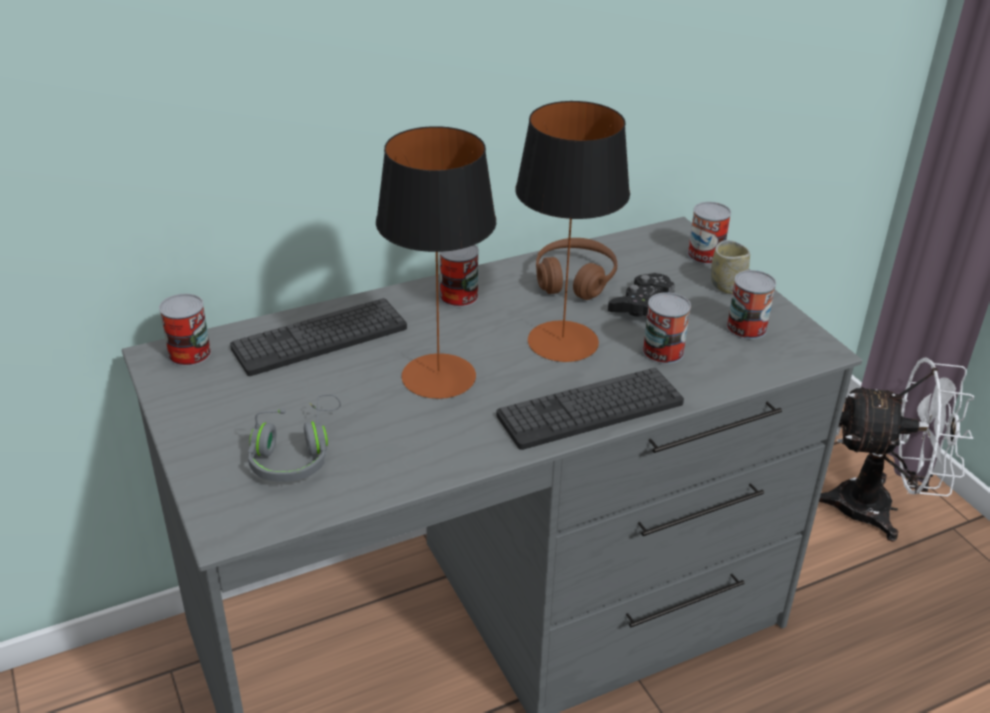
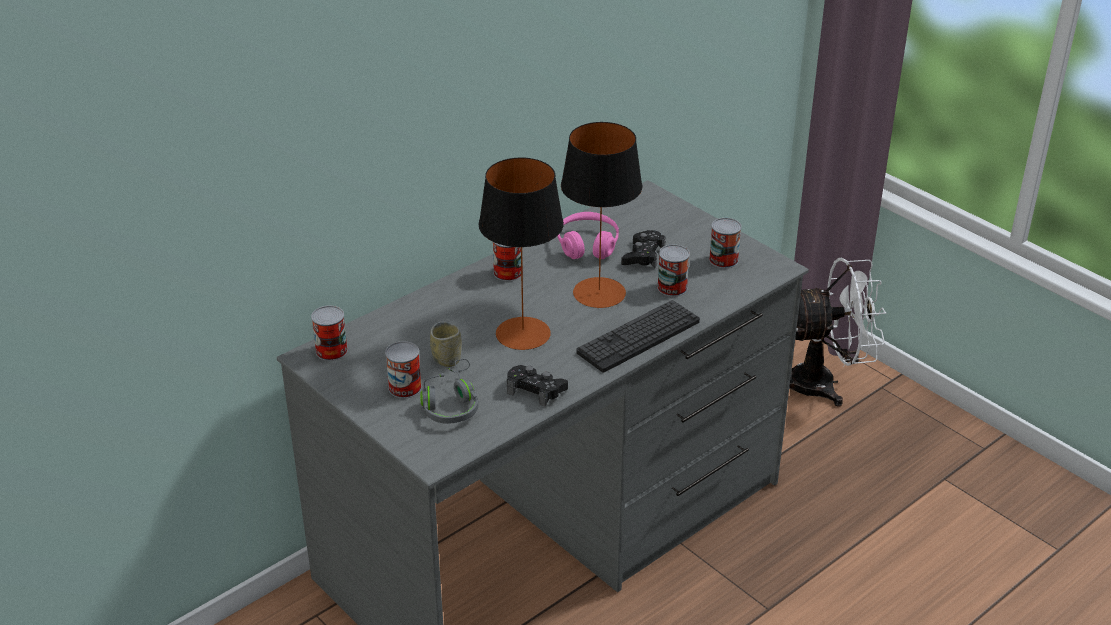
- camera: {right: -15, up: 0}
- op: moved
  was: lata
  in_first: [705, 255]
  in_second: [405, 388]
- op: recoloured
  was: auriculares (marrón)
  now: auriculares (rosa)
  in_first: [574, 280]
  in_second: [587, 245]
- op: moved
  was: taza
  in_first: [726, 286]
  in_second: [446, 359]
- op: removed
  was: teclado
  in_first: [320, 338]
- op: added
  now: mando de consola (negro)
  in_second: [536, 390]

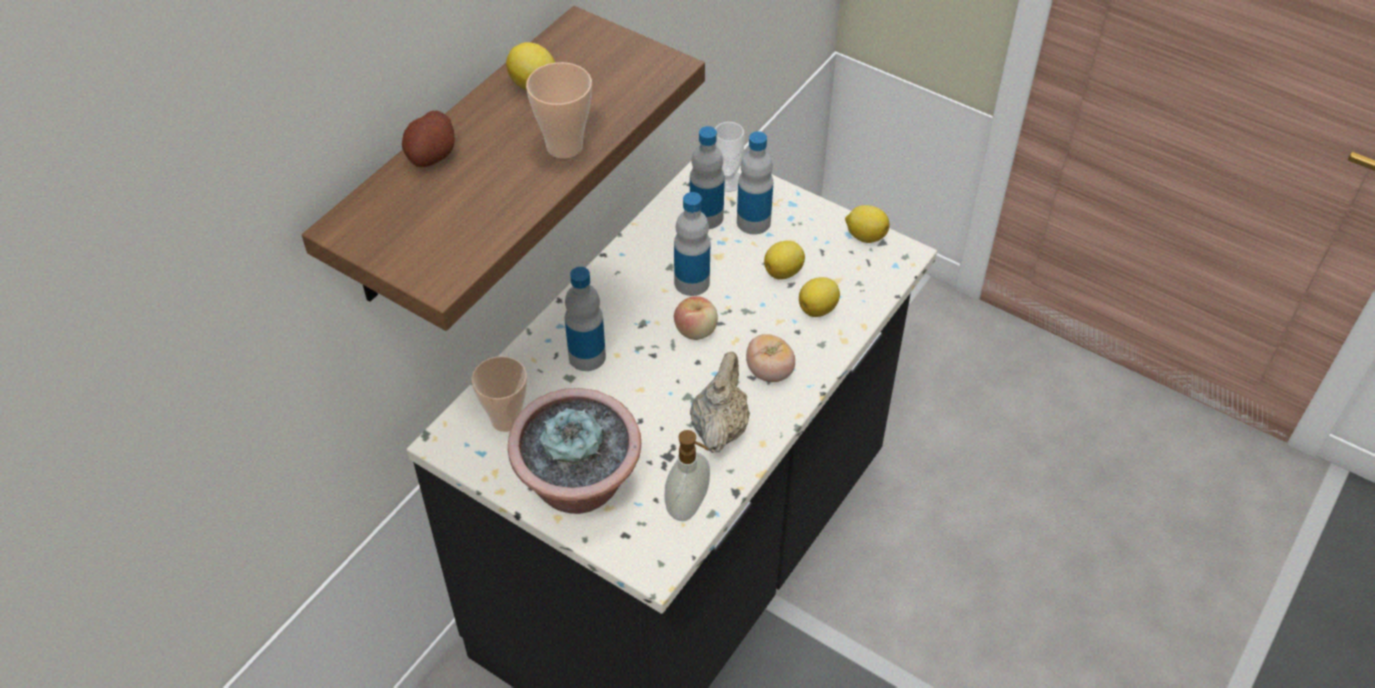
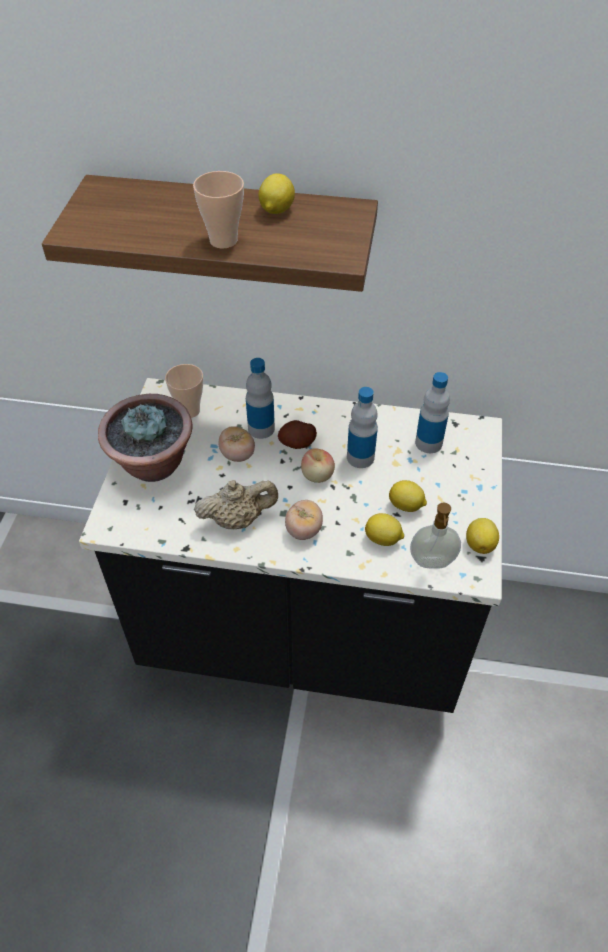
- camera: {right: 65, up: 0}
- op: moved
  was: patata
  in_first: [432, 155]
  in_second: [297, 443]
- op: removed
  was: taza
  in_first: [727, 181]
- op: removed
  was: botella
  in_first: [753, 222]
- op: moved
  was: dispensador de jabón
  in_first: [689, 506]
  in_second: [432, 563]
- op: added
  now: tomate
  in_second: [237, 455]

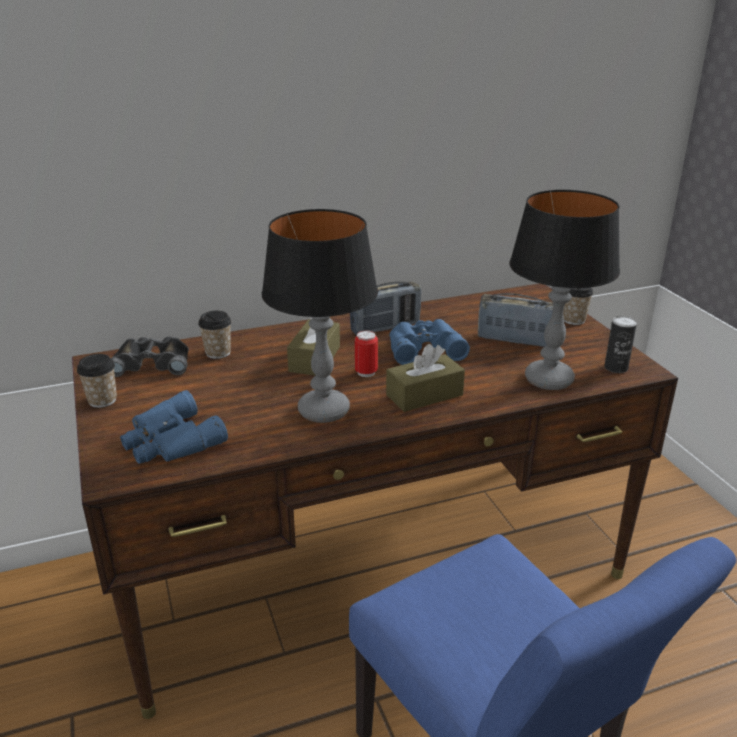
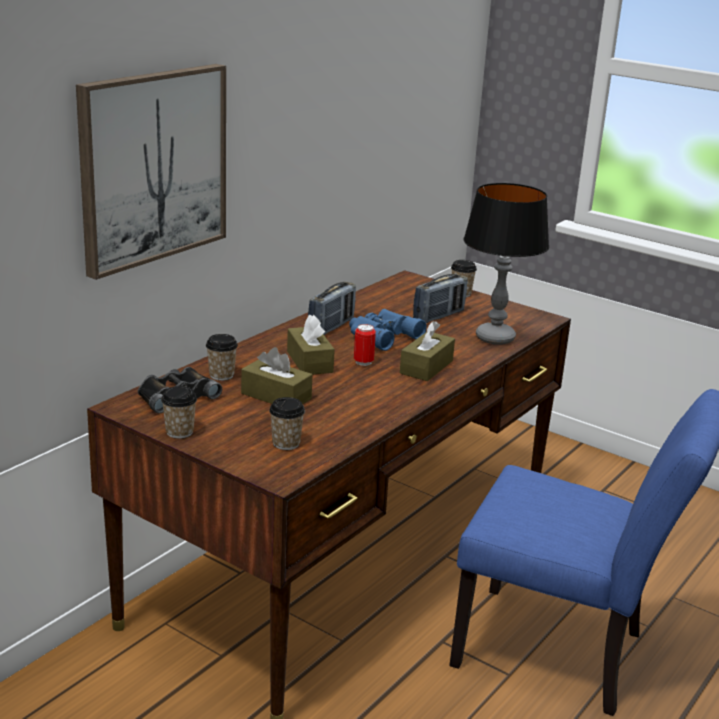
- camera: {right: -35, up: -5}
- op: removed
  was: lámpara de mesa
  in_first: [323, 411]
- op: turned
  was: radio
  in_first: [514, 340]
  in_second: [438, 316]
  clockwise: 150
- op: removed
  was: lata
  in_first: [616, 368]
- op: replaced
  was: prismáticos (azul)
  now: taza
  in_first: [170, 442]
  in_second: [286, 443]
- op: added
  now: cuadro
  in_second: [153, 167]
- op: added
  now: caja de pañuelos (marrón)
  in_second: [276, 396]

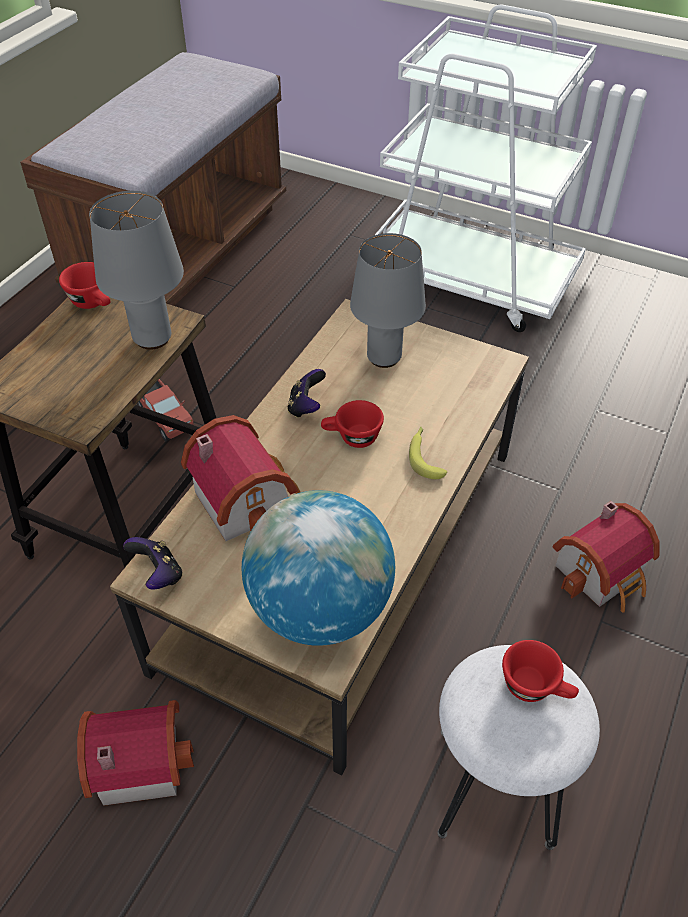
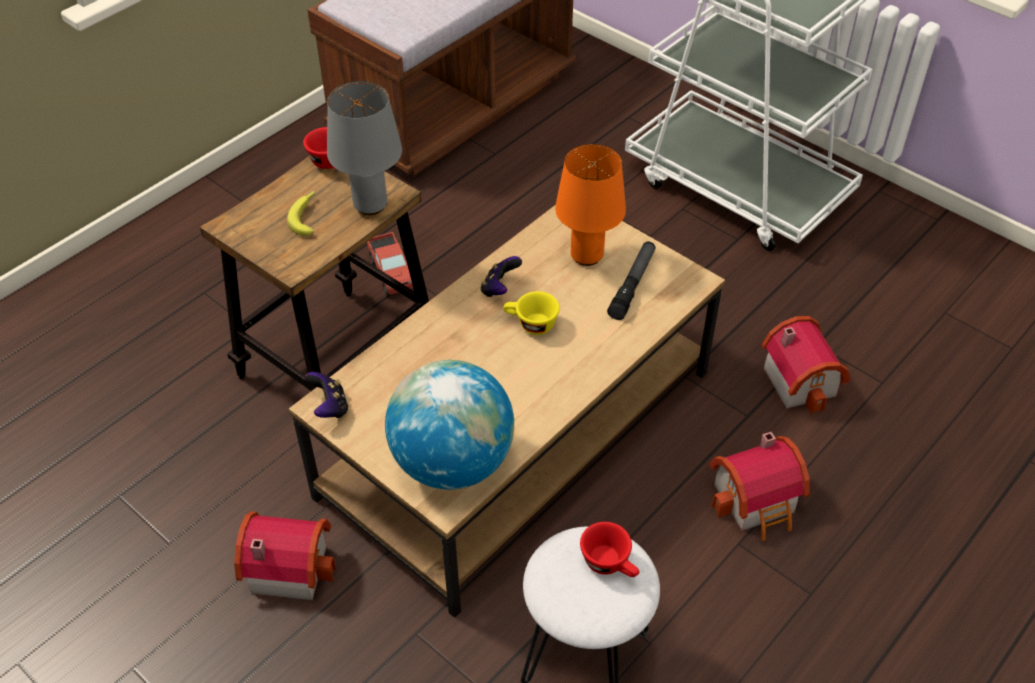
- camera: {right: 15, up: 0}
- op: recoloured
  was: lámpara de mesa (gris)
  now: lámpara de mesa (naranja)
  in_first: [385, 357]
  in_second: [587, 256]
- op: recoloured
  was: taza (rojo)
  now: taza (amarillo)
  in_first: [352, 438]
  in_second: [530, 324]
- op: moved
  was: casita
  in_first: [246, 498]
  in_second: [803, 379]
- op: moved
  was: plátano
  in_first: [425, 456]
  in_second: [306, 216]
- op: added
  now: linterna
  in_second: [632, 285]

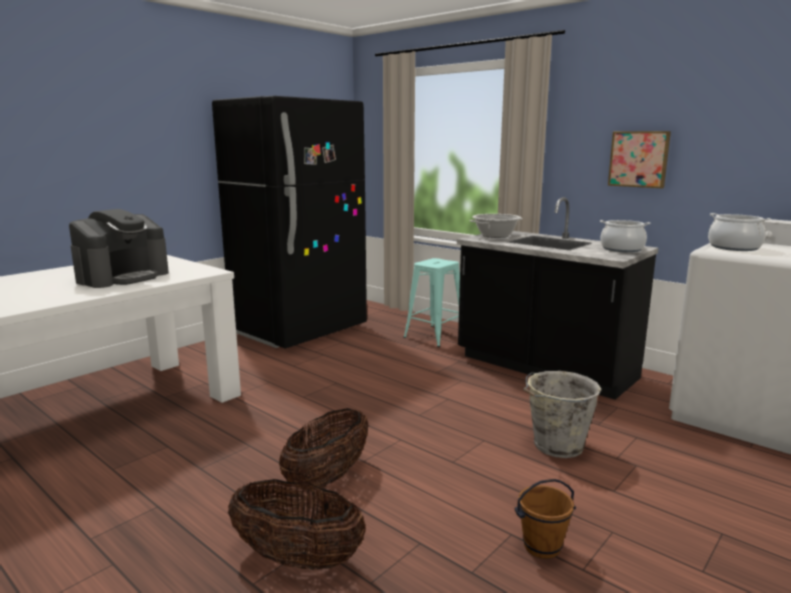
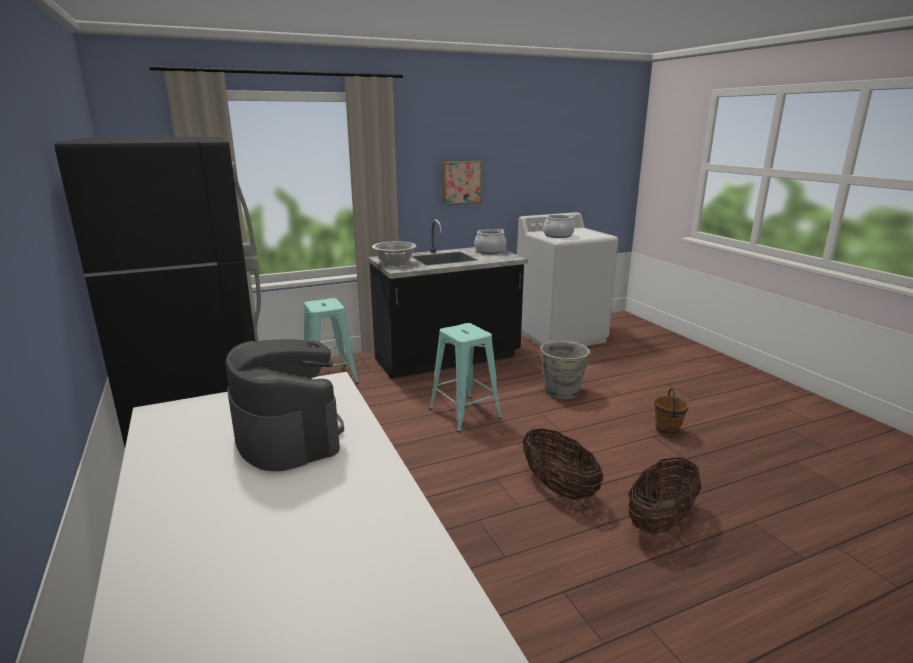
- camera: {right: -65, up: 5}
- op: added
  now: taburete (turquesa)
  in_second: [464, 413]

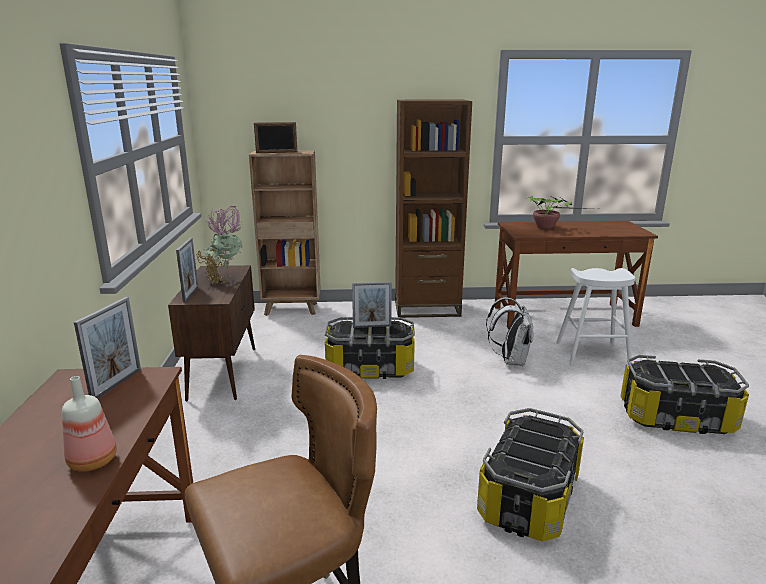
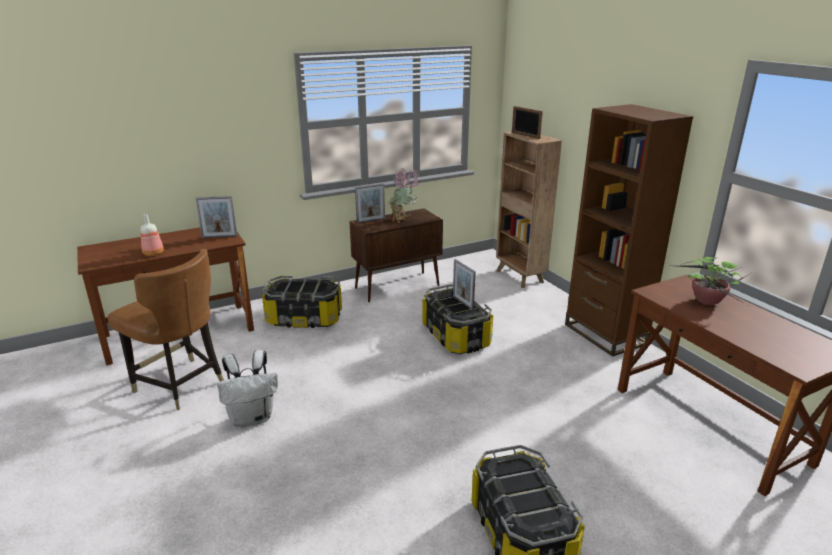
- camera: {right: 65, up: 5}
- op: removed
  was: taburete (blanco)
  in_first: [592, 353]
- op: moved
  was: mochila (blanco)
  in_first: [510, 360]
  in_second: [253, 417]
- op: moved
  was: caja de almacenaje
  in_first: [528, 498]
  in_second: [305, 318]

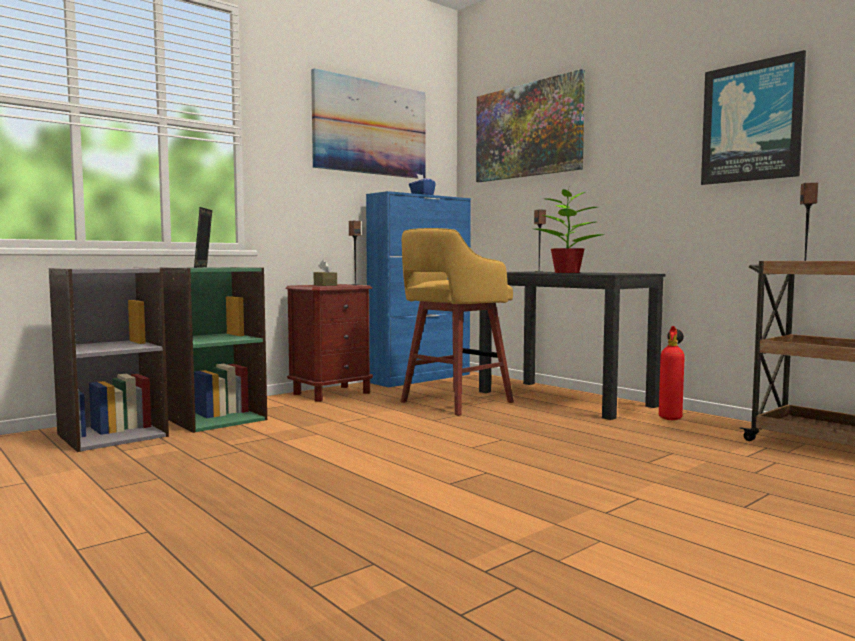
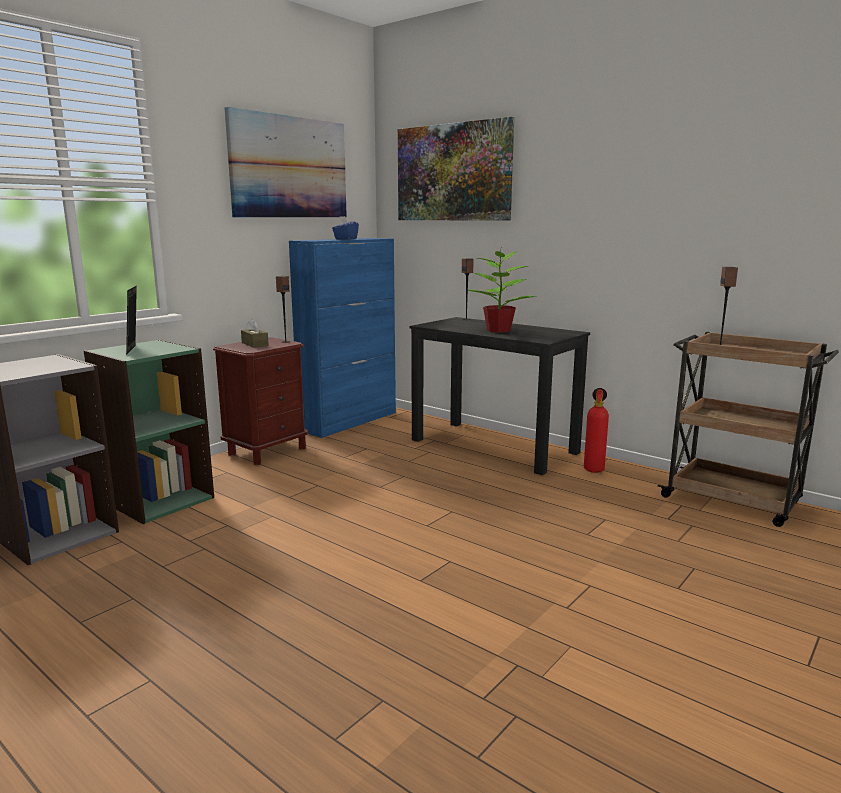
- camera: {right: -10, up: 10}
- op: removed
  was: cuadro
  in_first: [751, 122]
- op: removed
  was: taburete (amarillo)
  in_first: [453, 403]

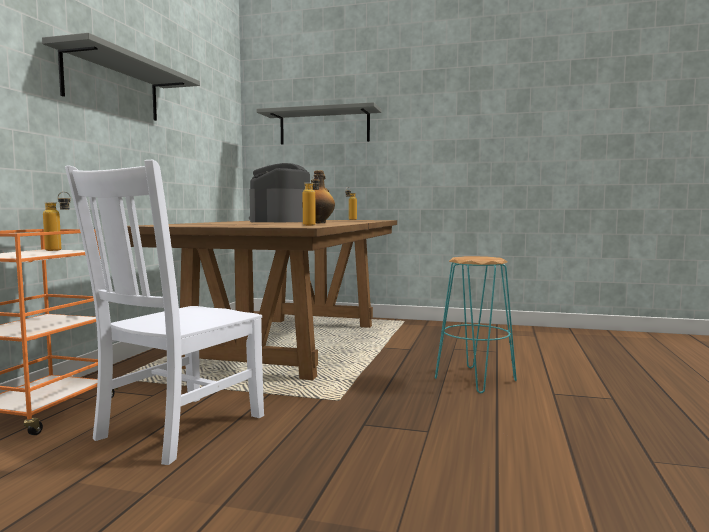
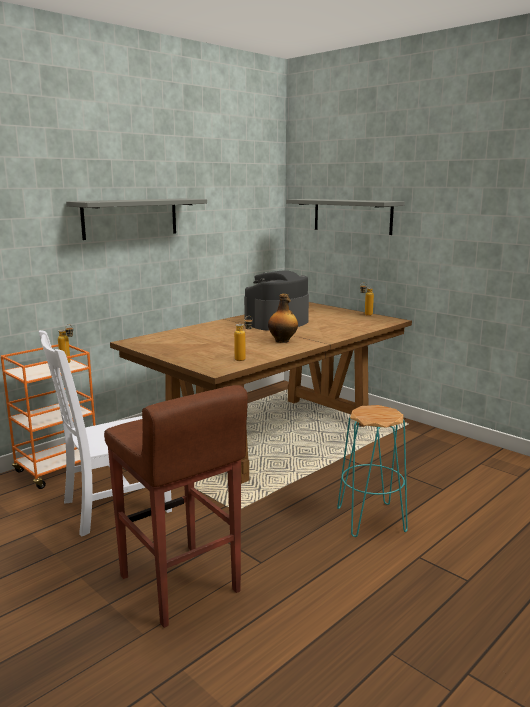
- camera: {right: 30, up: 10}
- op: added
  now: taburete (marrón)
  in_second: [179, 585]

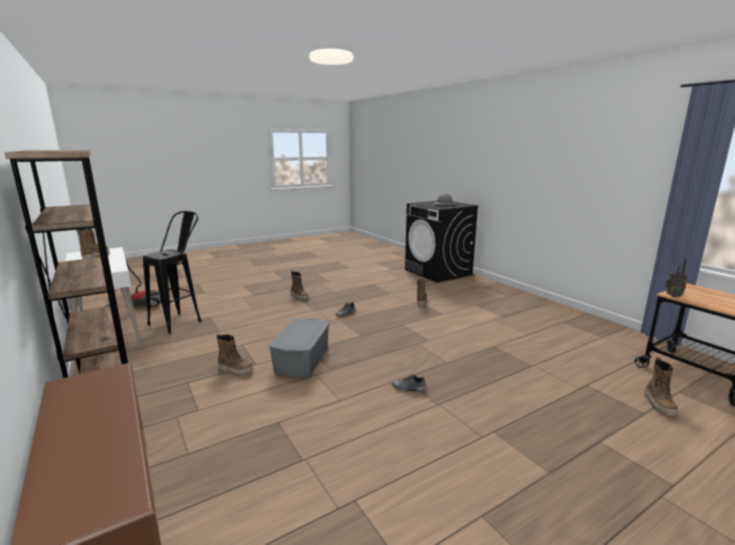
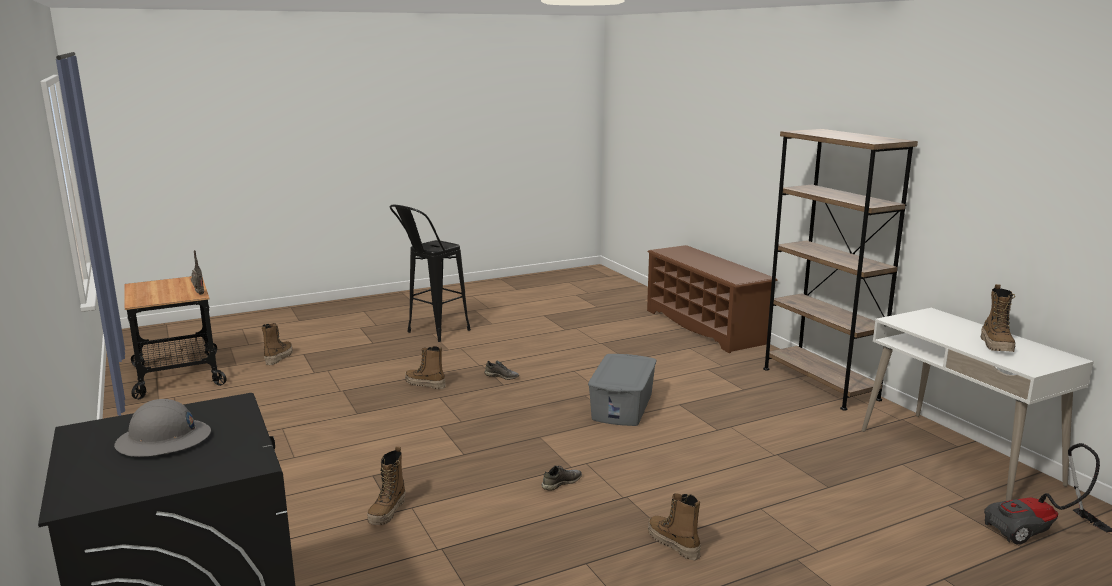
- camera: {right: -175, up: 0}
- op: moved
  was: taburete (negro)
  in_first: [181, 320]
  in_second: [432, 334]
- op: moved
  was: bota
  in_first: [235, 370]
  in_second: [425, 384]

